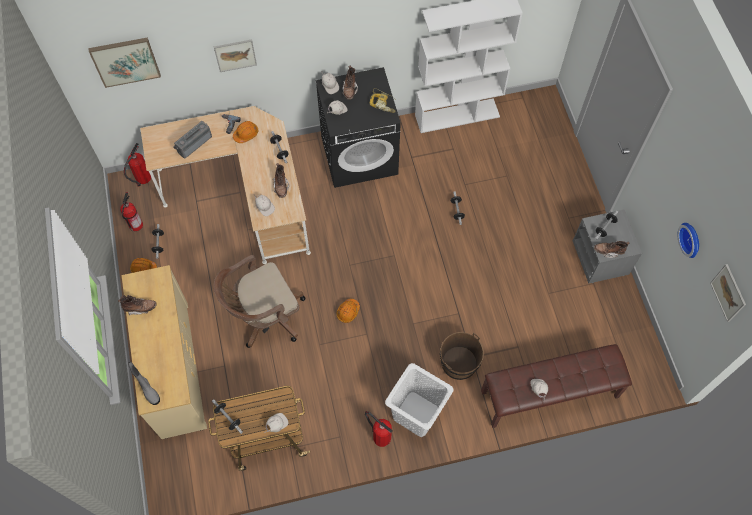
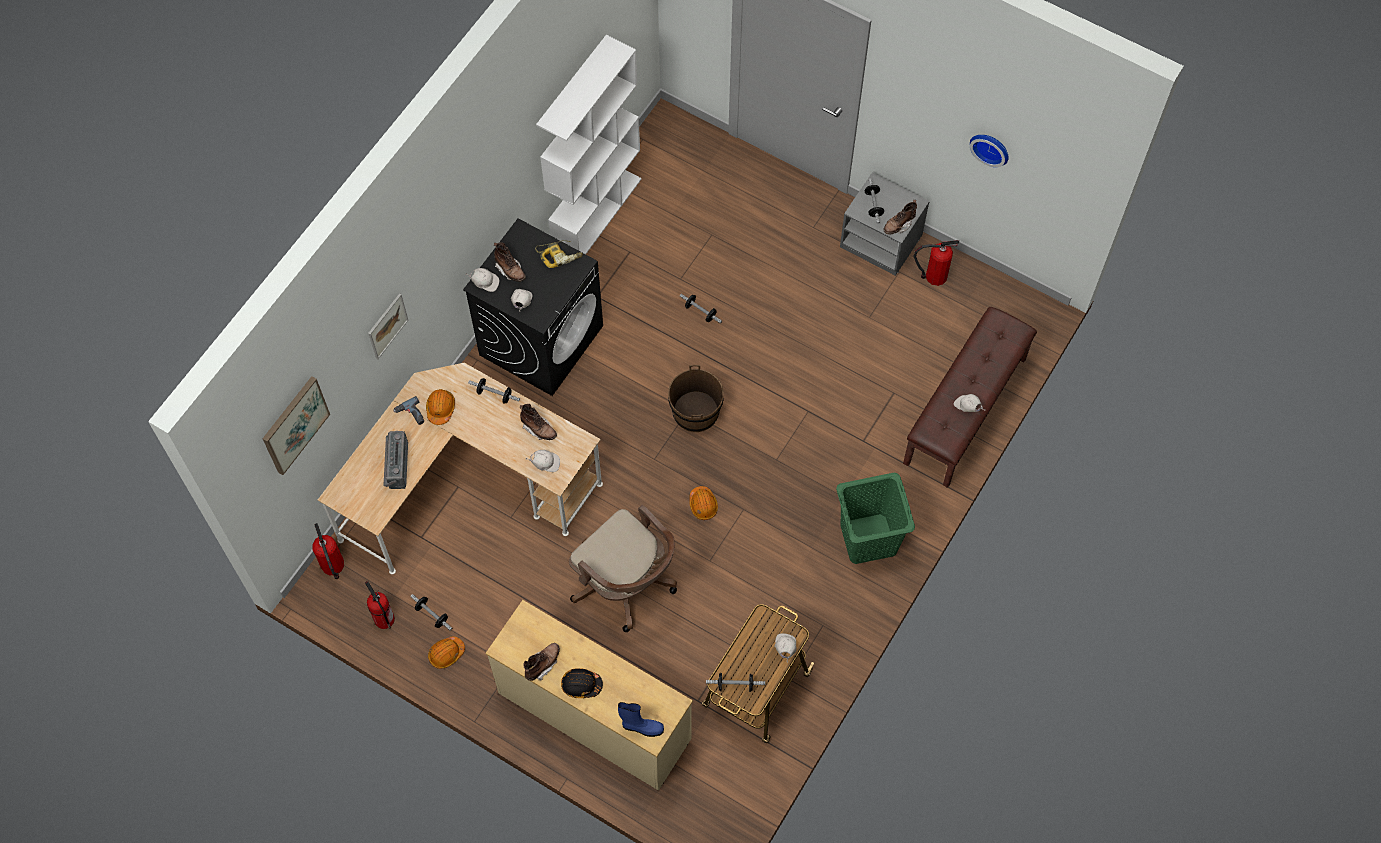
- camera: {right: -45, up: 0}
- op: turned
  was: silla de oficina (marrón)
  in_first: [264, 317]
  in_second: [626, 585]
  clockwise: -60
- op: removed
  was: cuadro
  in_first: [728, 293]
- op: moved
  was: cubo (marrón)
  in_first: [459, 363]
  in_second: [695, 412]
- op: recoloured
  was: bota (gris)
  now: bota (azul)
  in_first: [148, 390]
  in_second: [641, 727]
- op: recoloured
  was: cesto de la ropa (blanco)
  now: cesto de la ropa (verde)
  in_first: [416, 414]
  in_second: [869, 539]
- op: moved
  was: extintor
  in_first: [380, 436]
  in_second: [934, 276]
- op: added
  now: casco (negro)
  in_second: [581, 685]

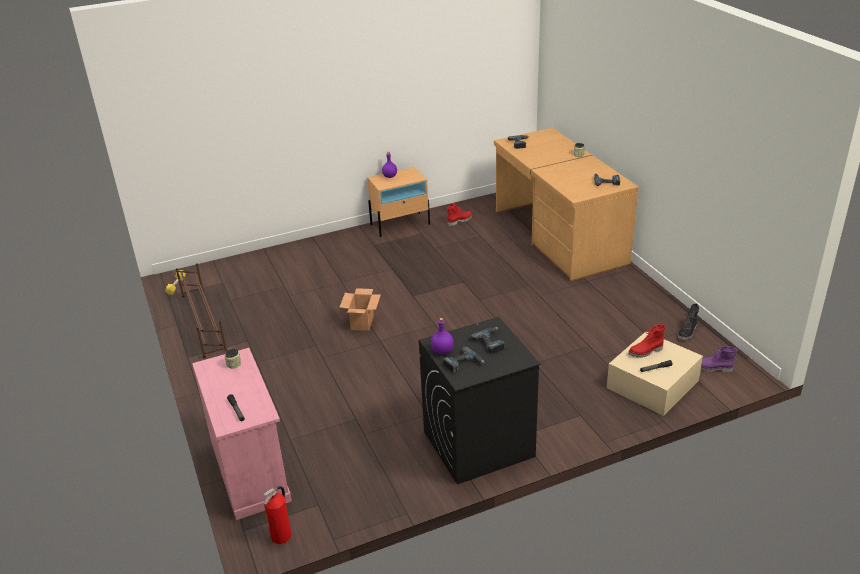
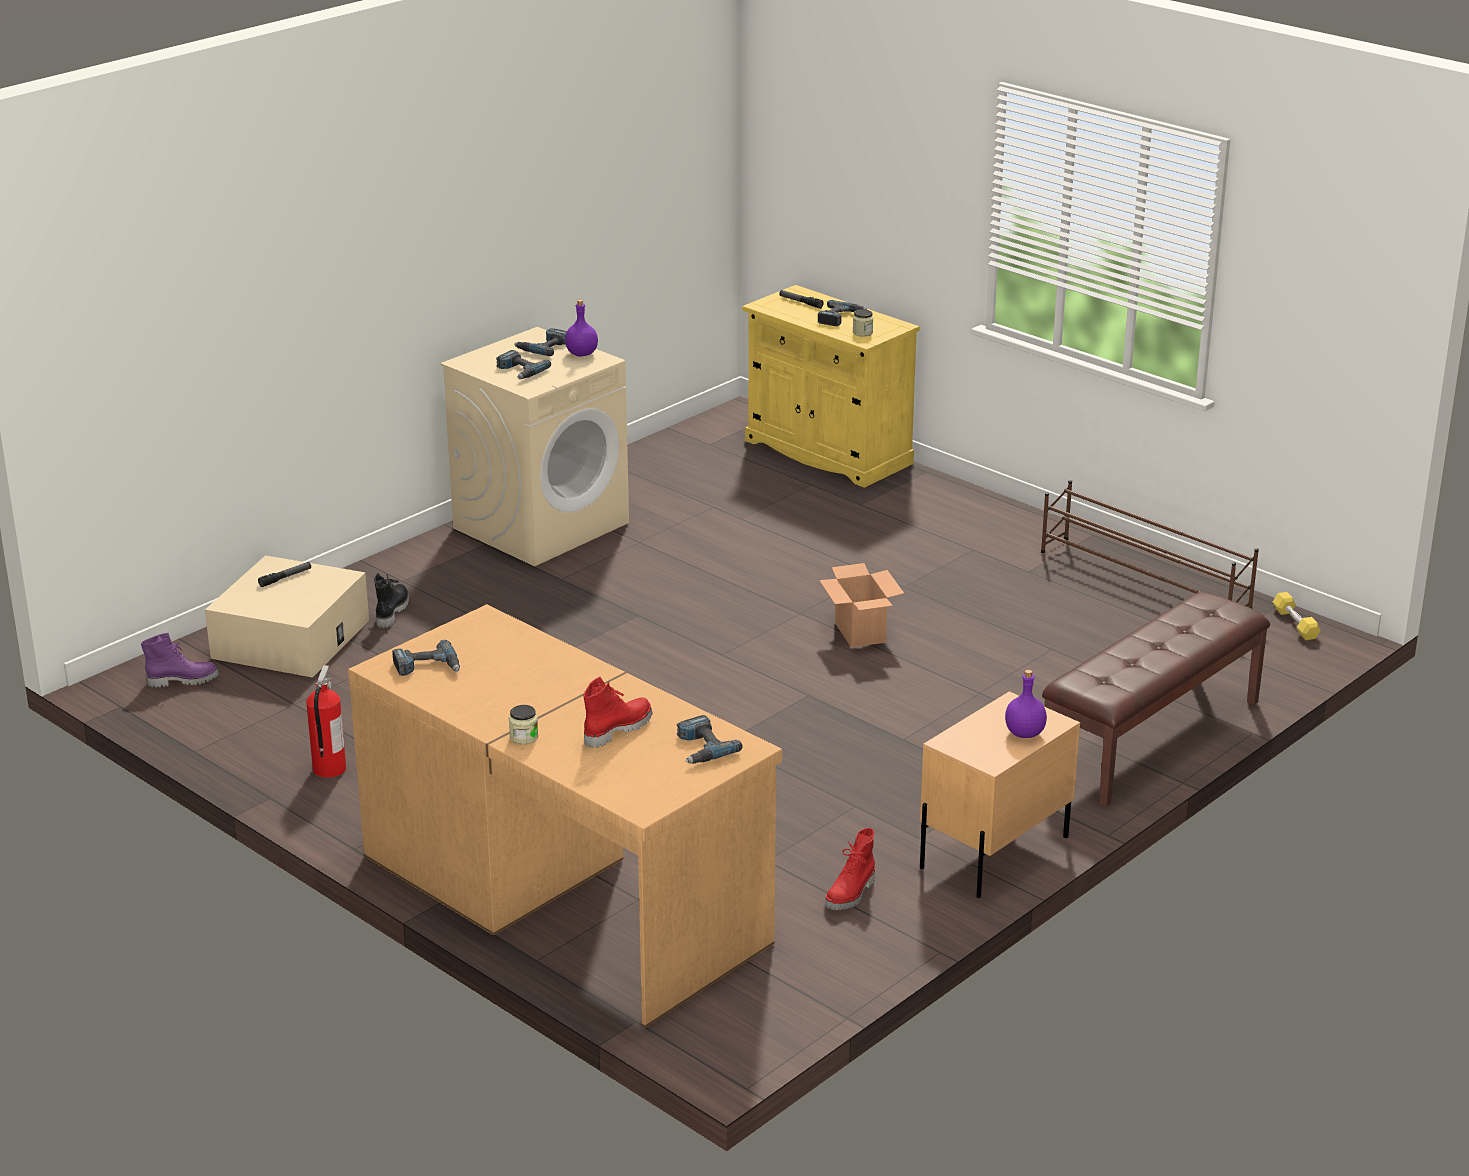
- camera: {right: 155, up: -5}
- op: moved
  was: bota (negro)
  in_first: [687, 332]
  in_second: [391, 612]
- op: recoloured
  was: lavadora (negro)
  now: lavadora (beis)
  in_first: [478, 444]
  in_second: [541, 525]
- op: moved
  was: bota (rojo)
  in_first: [646, 352]
  in_second: [617, 729]
- op: recoloured
  was: armario (rosa)
  now: armario (amarillo)
  in_first: [250, 471]
  in_second: [827, 452]
- op: moved
  was: extintor
  in_first: [282, 536]
  in_second: [328, 769]
- op: added
  now: taladro
  in_second: [840, 318]
- op: added
  now: banco (marrón)
  in_second: [1152, 739]

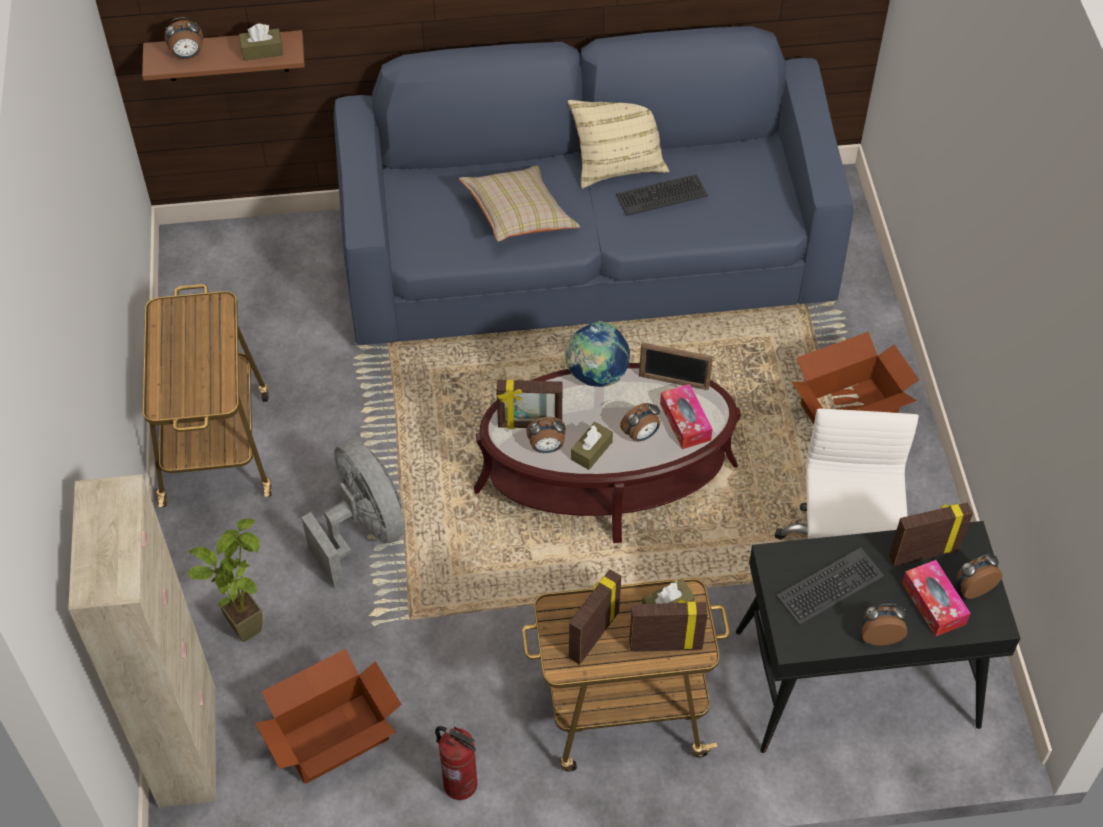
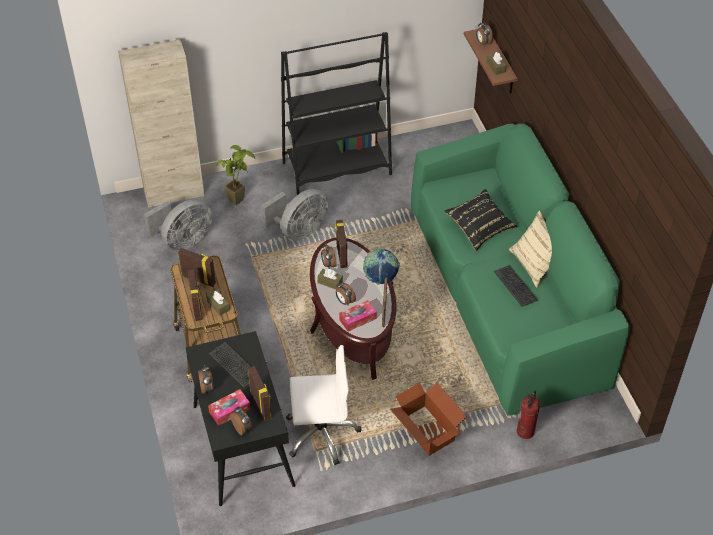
- camera: {right: 80, up: -5}
- op: recoloured
  was: sofá (azul)
  now: sofá (verde)
  in_first: [587, 259]
  in_second: [505, 294]
- op: recoloured
  was: cojín (beis)
  now: cojín (negro)
  in_first: [518, 216]
  in_second: [479, 227]
- op: replaced
  was: carrito
  now: estantería (negro)
  in_first: [216, 446]
  in_second: [337, 168]
- op: replaced
  was: caja de cartón
  now: ventilador (gris)
  in_first: [332, 738]
  in_second: [183, 240]
- op: moved
  was: extintor
  in_first: [461, 784]
  in_second: [525, 432]

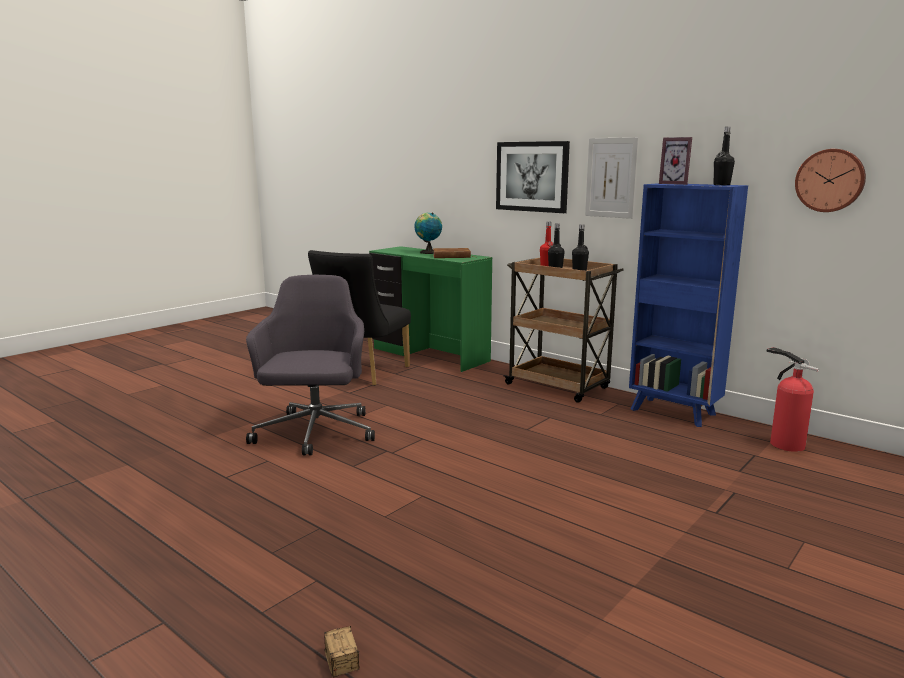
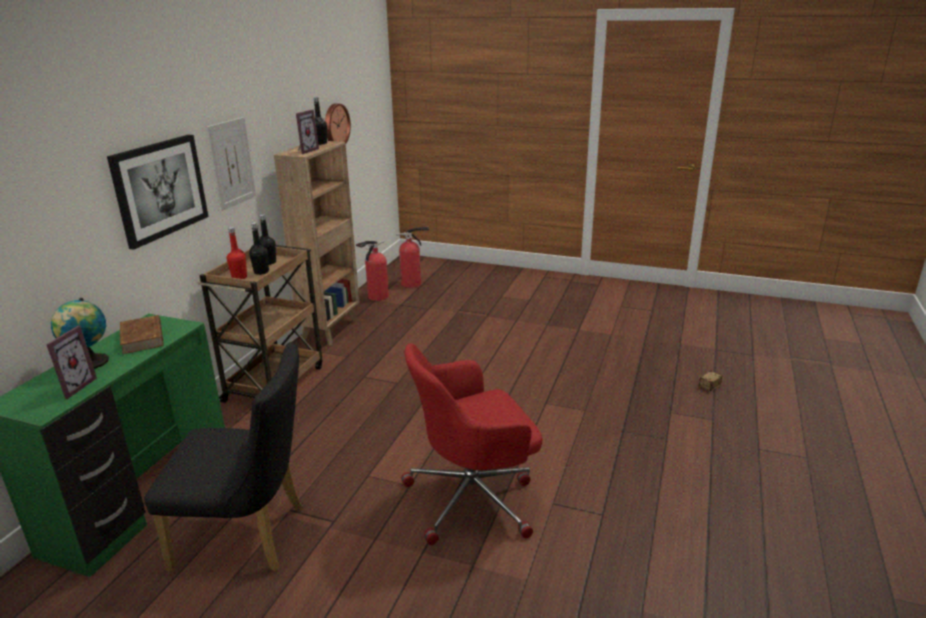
- camera: {right: -110, up: 10}
- op: recoloured
  was: estantería (azul)
  now: estantería (marrón)
  in_first: [674, 412]
  in_second: [331, 329]
- op: recoloured
  was: silla de oficina (gris)
  now: silla de oficina (rojo)
  in_first: [315, 433]
  in_second: [473, 498]
- op: added
  now: extintor
  in_second: [413, 283]
- op: added
  now: portarretratos
  in_second: [72, 387]

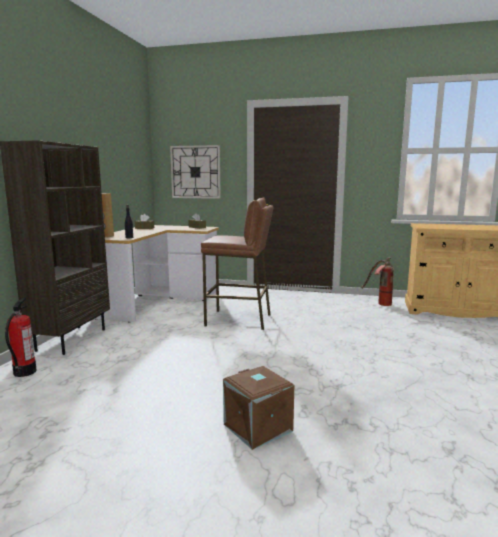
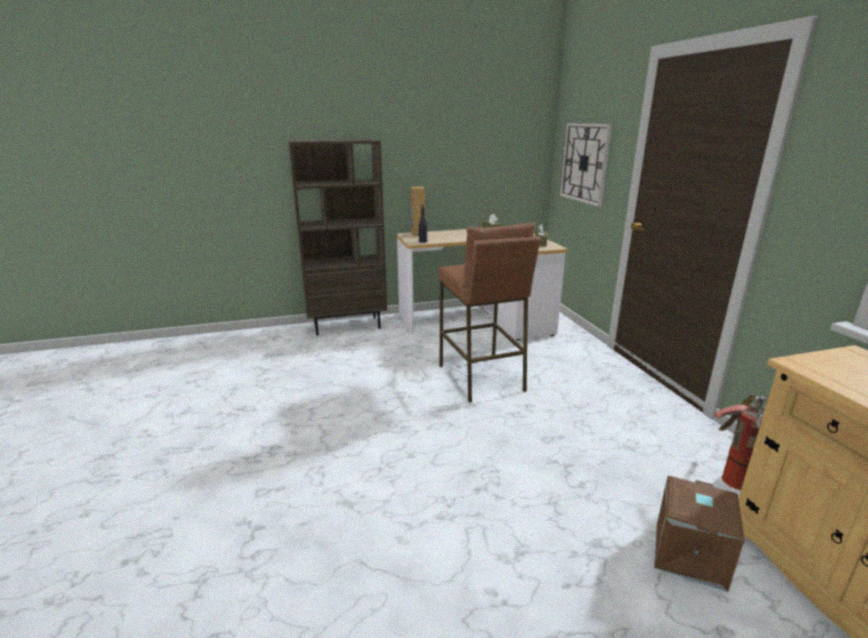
- camera: {right: 60, up: 10}
- op: removed
  was: extintor
  in_first: [24, 372]
- op: moved
  was: caja de almacenaje (marrón)
  in_first: [256, 428]
  in_second: [688, 553]

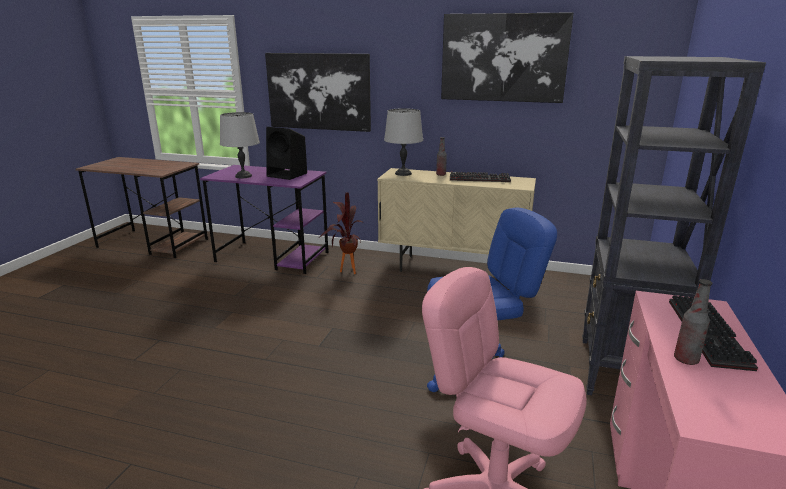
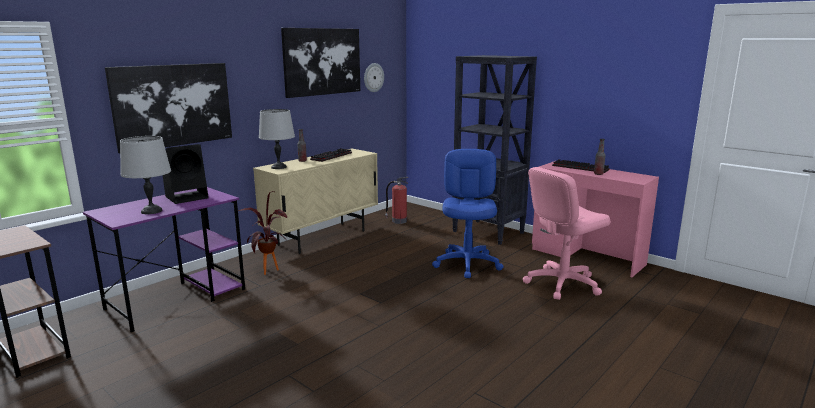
- camera: {right: -65, up: -5}
- op: added
  now: reloj de pared
  in_second: [373, 77]
- op: added
  now: extintor
  in_second: [398, 221]

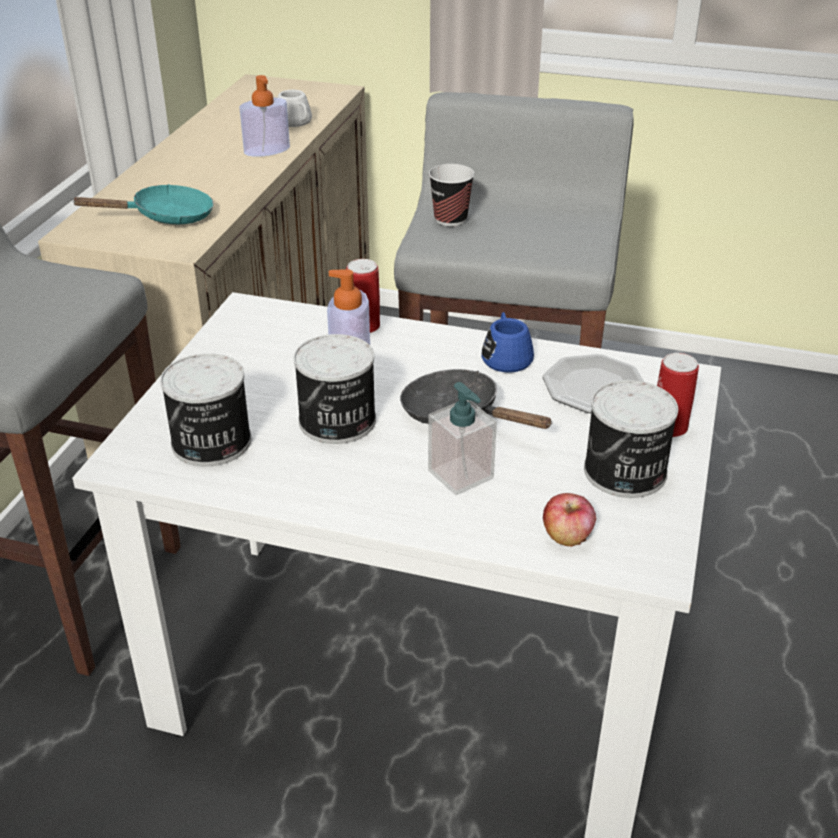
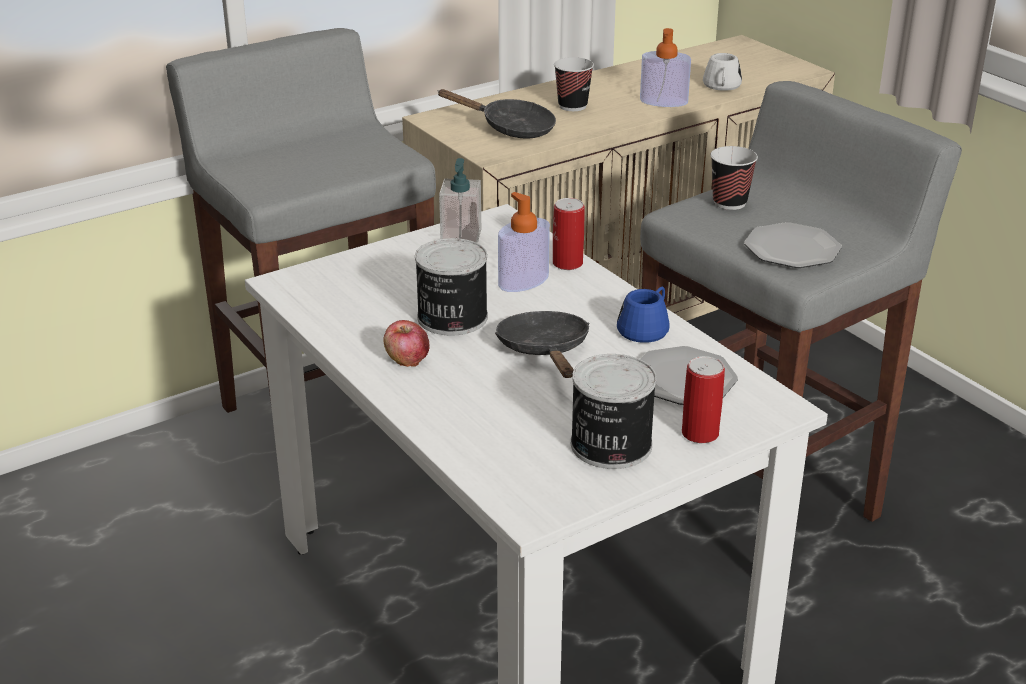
- camera: {right: 40, up: -5}
- op: recoloured
  was: sartén (turquesa)
  now: sartén (negro)
  in_first: [165, 217]
  in_second: [510, 128]
- op: removed
  was: lata
  in_first: [211, 443]
- op: moved
  was: dispensador de jabón
  in_first: [461, 475]
  in_second: [461, 236]
- op: moved
  was: manzana
  in_first: [567, 536]
  in_second: [407, 359]
- op: added
  now: taza
  in_second: [572, 106]
- op: added
  now: plato
  in_second: [793, 249]

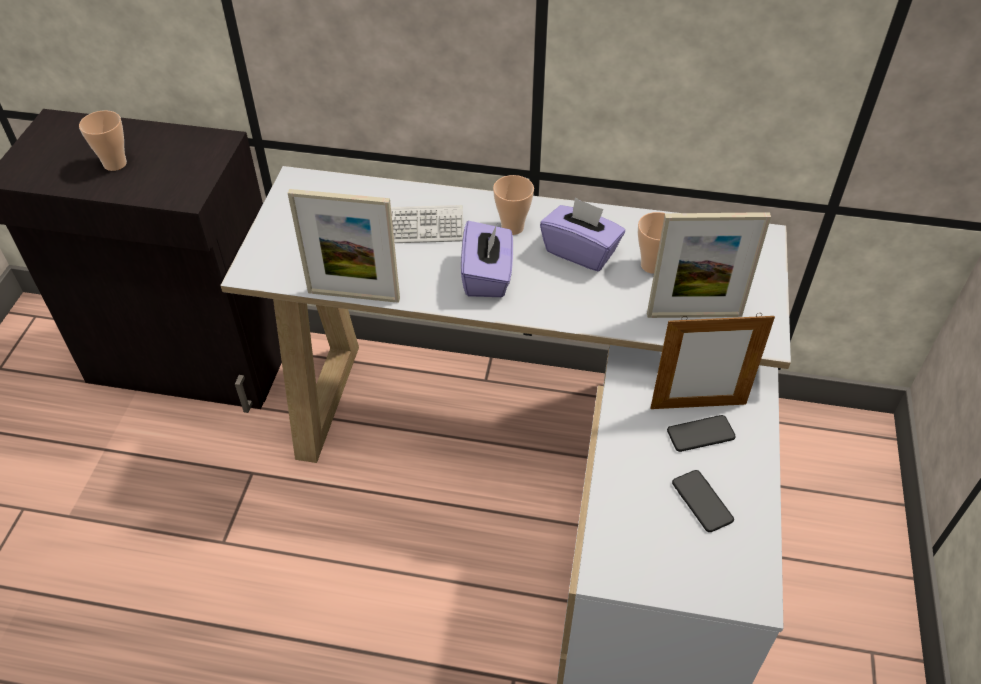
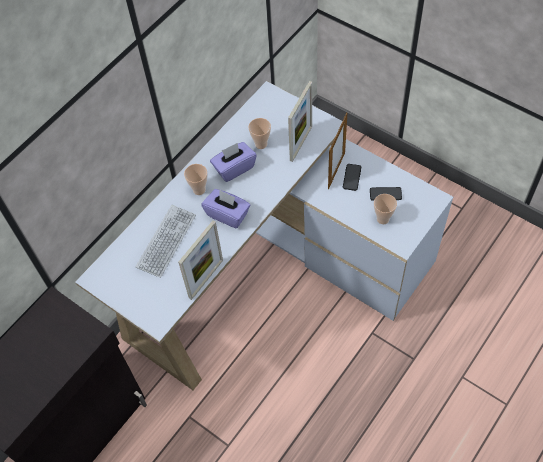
- camera: {right: -60, up: 10}
- op: moved
  was: taza
  in_first: [115, 164]
  in_second: [383, 219]

